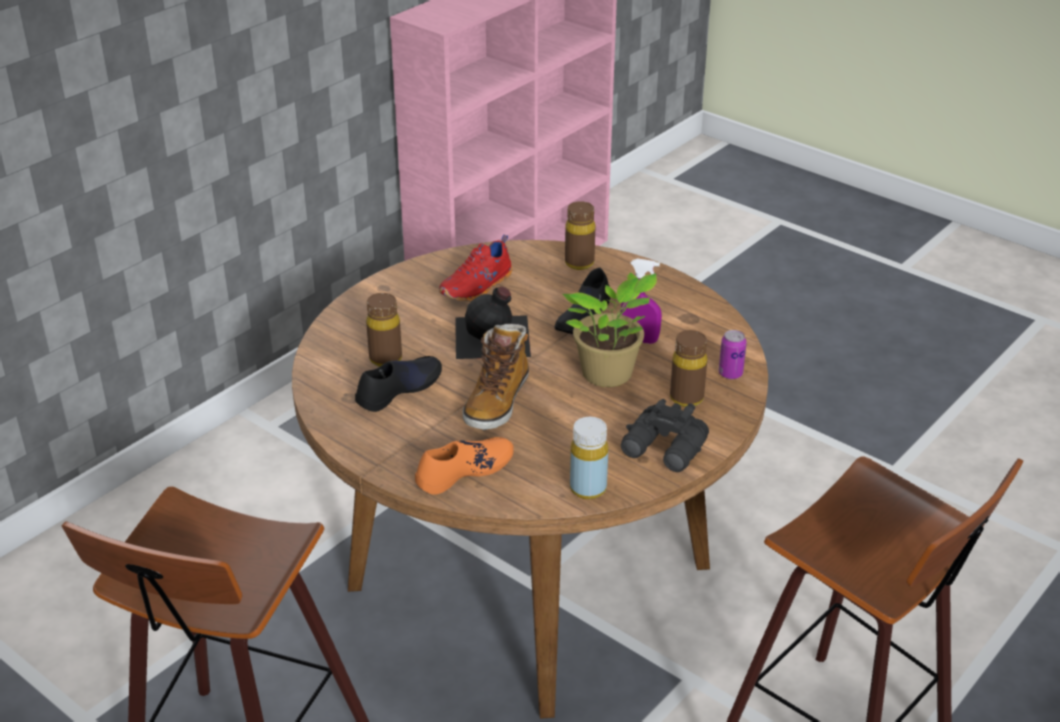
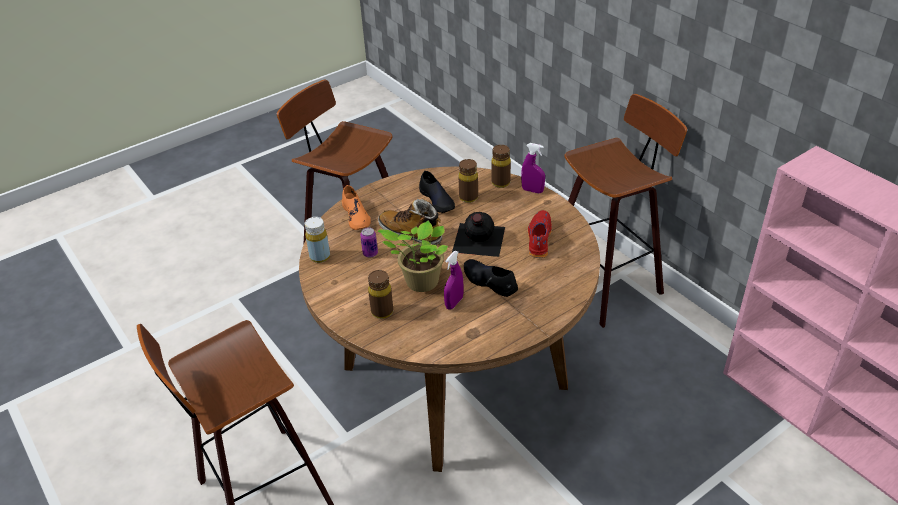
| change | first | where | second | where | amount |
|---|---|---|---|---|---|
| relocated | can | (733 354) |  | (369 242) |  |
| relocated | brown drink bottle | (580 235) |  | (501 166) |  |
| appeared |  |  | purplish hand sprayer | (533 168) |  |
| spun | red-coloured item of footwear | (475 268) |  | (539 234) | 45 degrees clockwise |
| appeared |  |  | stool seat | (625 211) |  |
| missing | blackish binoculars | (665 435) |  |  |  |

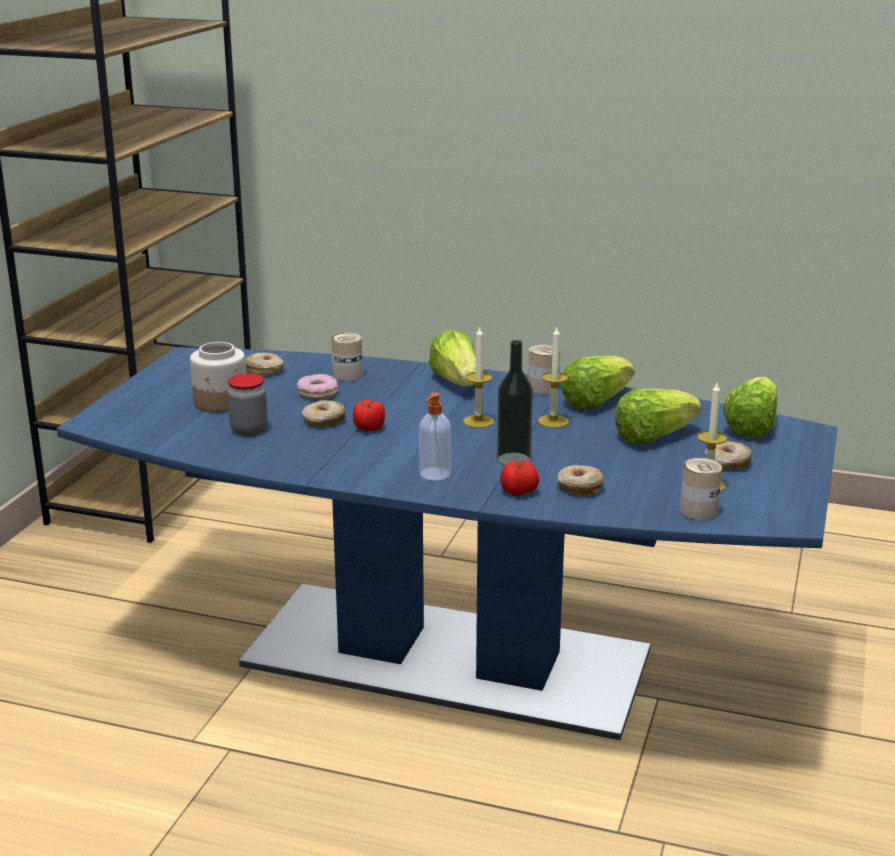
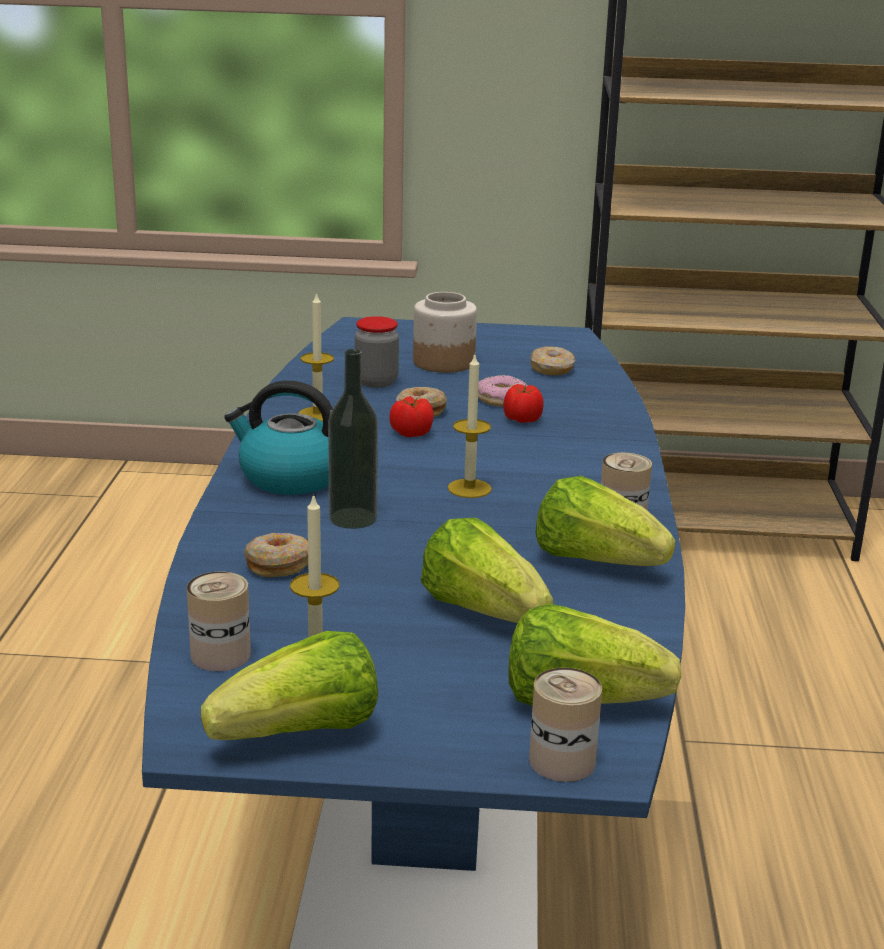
| change | first | where | second | where | amount |
|---|---|---|---|---|---|
| relocated | head of lettuce | (452 358) |  | (289 685) |  |
| exchanged | soap dispenser | (435 437) | kettle | (278 437) |  |
| relocated | candle | (553 377) |  | (316 357) |  |
| relocated | whole tomato | (519 478) |  | (523 403) |  |
| relocated | can | (347 357) |  | (565 725) |  |
| missing | donut | (728 455) |  |  |  |

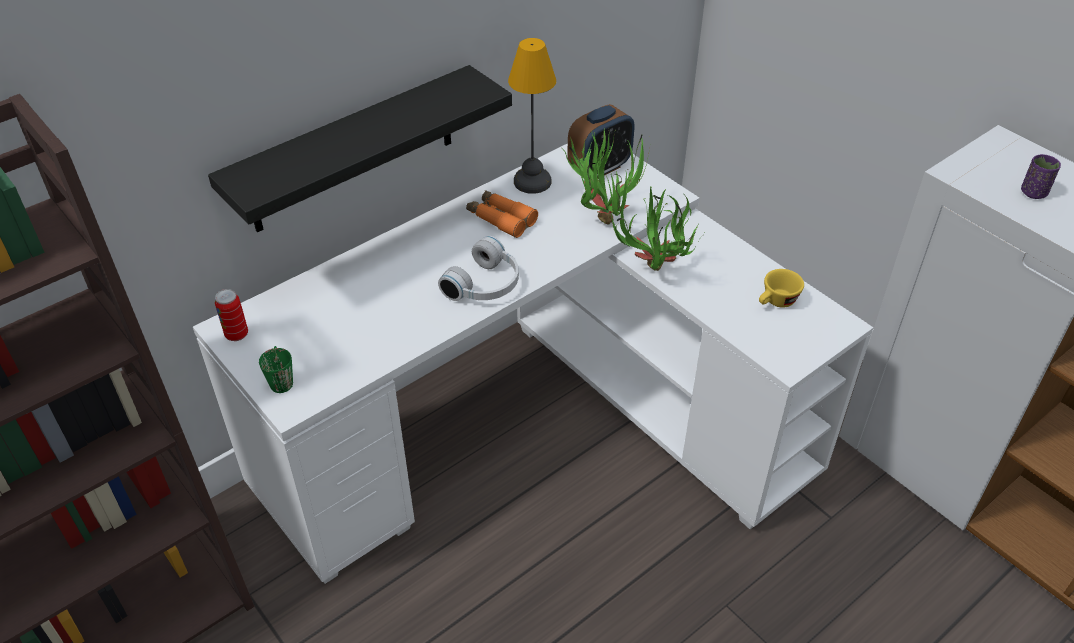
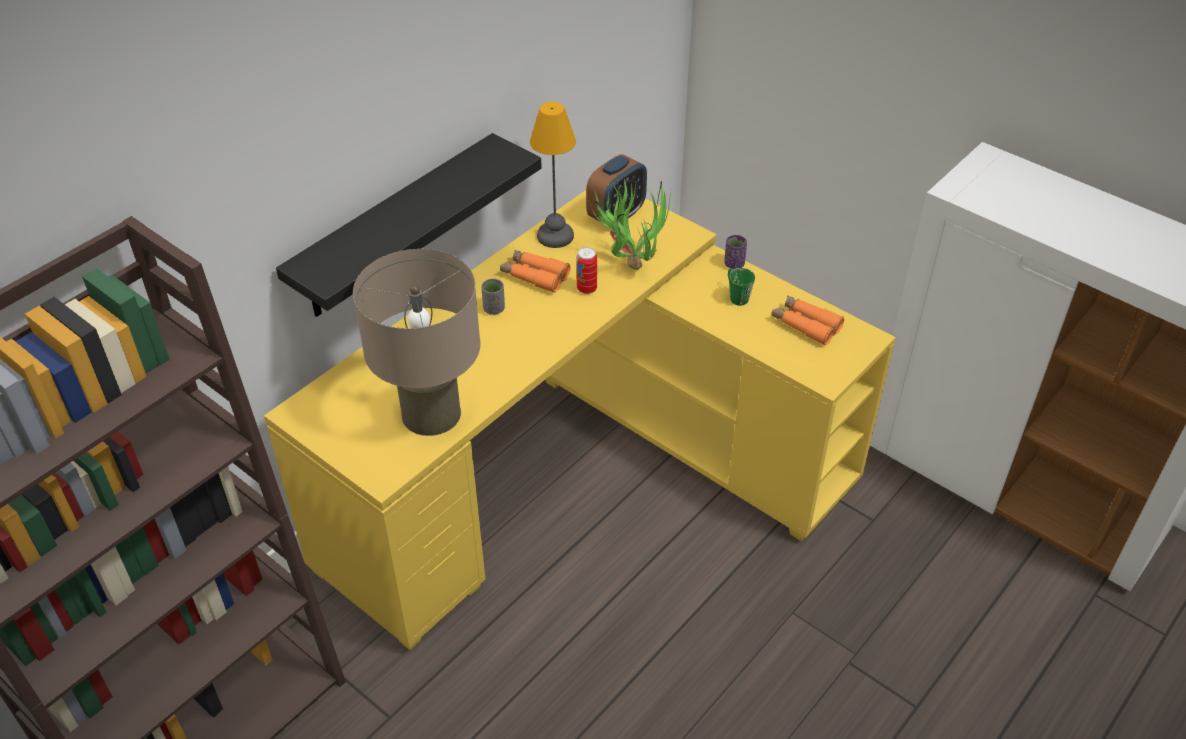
| change | first | where | second | where | amount |
|---|---|---|---|---|---|
| colour | white-coloured desk unit | (533 363) | yellow desk unit | (580 420) |  |
| appeared |  |  | sand-coloured table lamp | (416 342) |  |
| appeared |  |  | grey drinking cup | (493 296) |  |
| relocated | can | (231 315) |  | (586 270) |  |
| relocated | purplish drinking cup | (1041 176) |  | (735 252) |  |
| relocated | green-coloured mug | (276 369) |  | (741 287) |  |
| exchanged | yellow drinking cup | (781 288) | orange-coloured binoculars | (807 320) |  |
| missing | white-coloured headset | (478 268) |  |  |  |
| missing | plant in a pot | (658 228) |  |  |  |

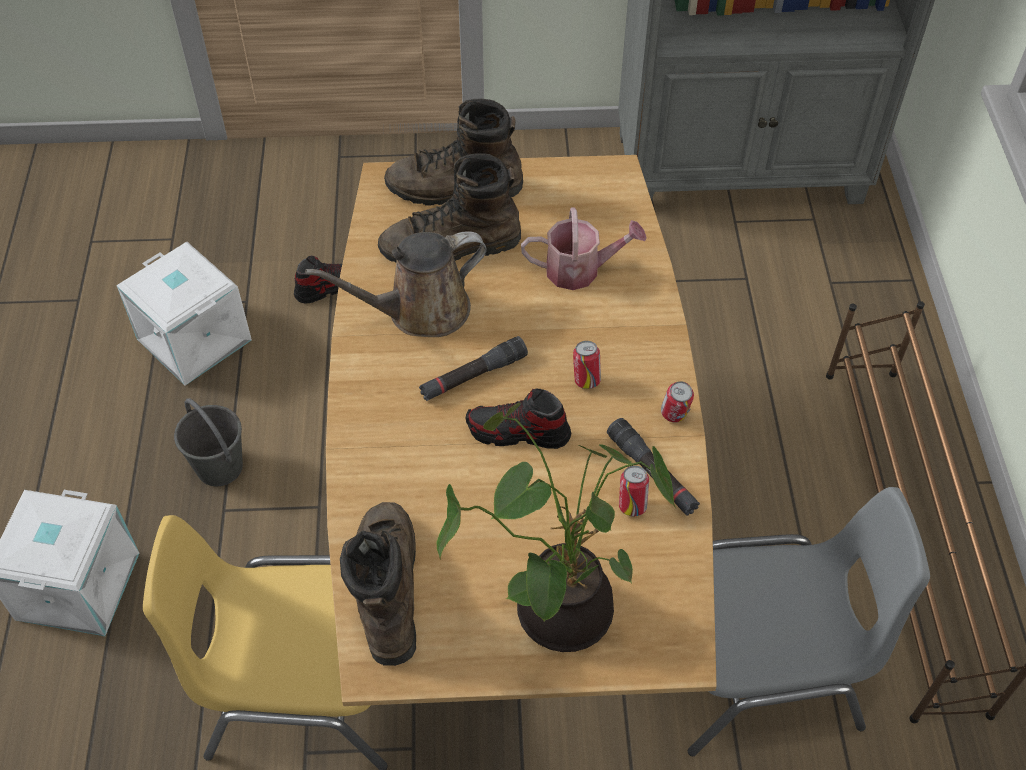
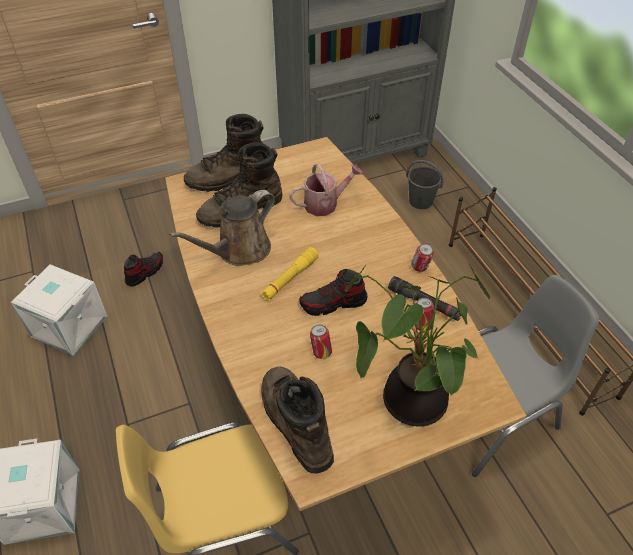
| change | first | where | second | where | amount |
|---|---|---|---|---|---|
| colour | blackish torch | (473 368) | yellow torch | (290 274) |  |
| relocated | can | (587 365) |  | (321 342) |  |
| relocated | grey bucket | (208 442) |  | (425 184) |  |

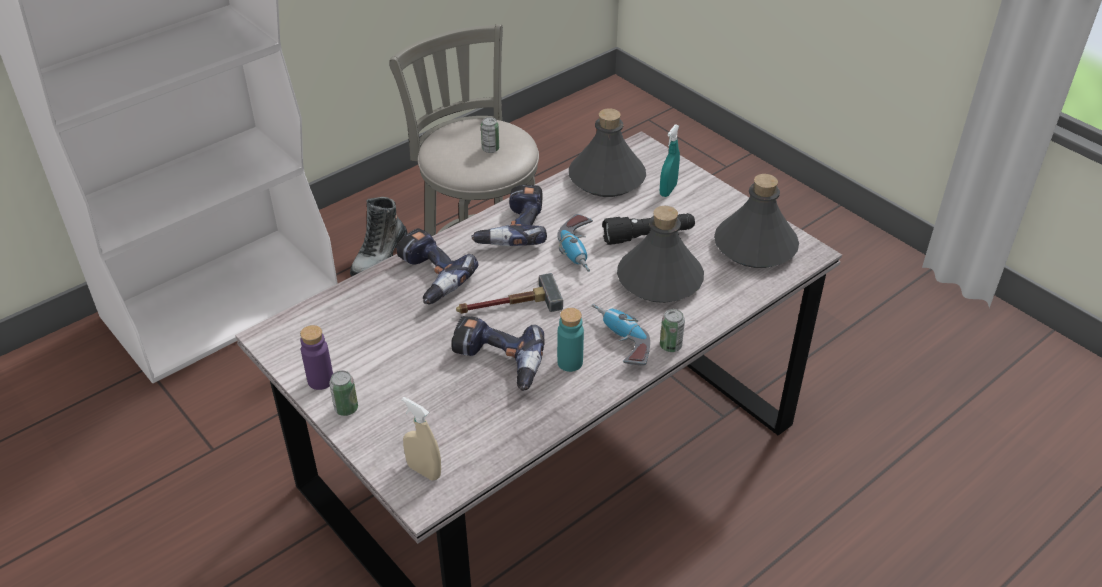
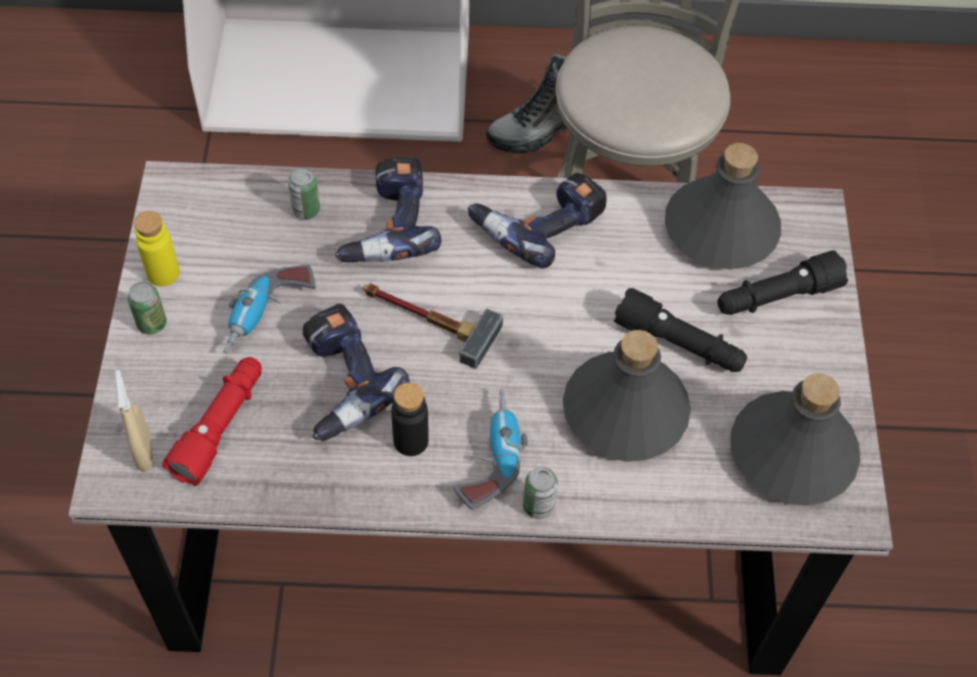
| change | first | where | second | where | amount |
|---|---|---|---|---|---|
| colour | purplish drink bottle | (316 357) | yellow drink bottle | (157 248) |  |
| appeared |  |  | red-coloured torch | (212 421) |  |
| relocated | drill | (575 243) |  | (269 309) |  |
| relocated | can | (490 135) |  | (304 193) |  |
| colour | turquoise-coloured drink bottle | (570 340) | blackish drink bottle | (410 419) |  |
| exchanged | turquoise-coloured hand sprayer | (670 160) | blackish torch | (782 282) |  |

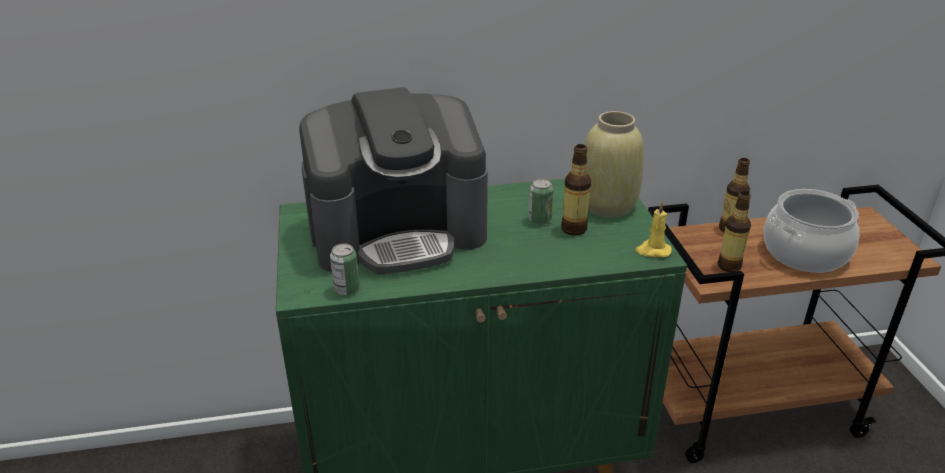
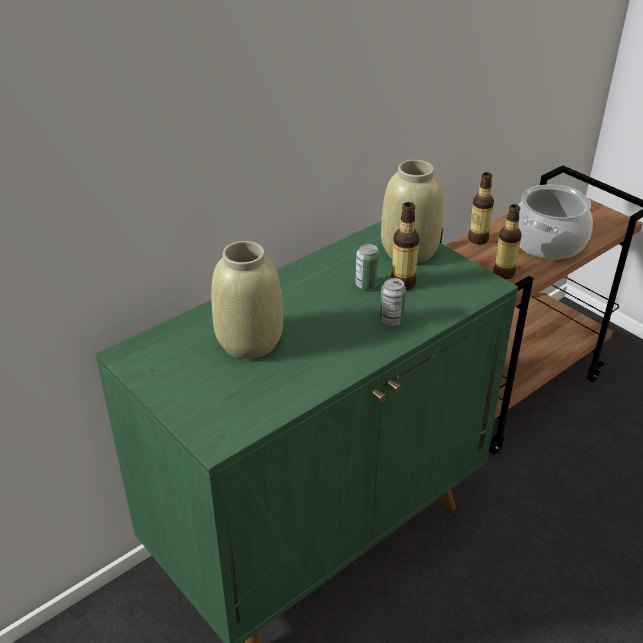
| change | first | where | second | where | amount |
|---|---|---|---|---|---|
| exchanged | coffee machine | (393 180) | sand-coloured decorative vase | (247 300) |  |
| relocated | can | (345 270) |  | (393 302) |  |
| missing | yellow candle | (653 229) |  |  |  |

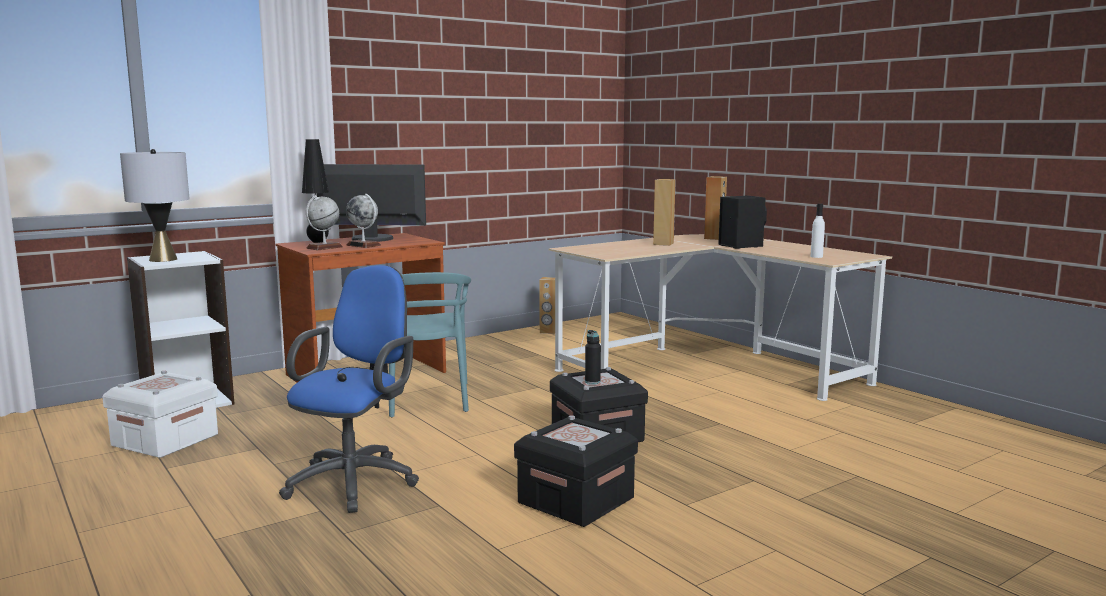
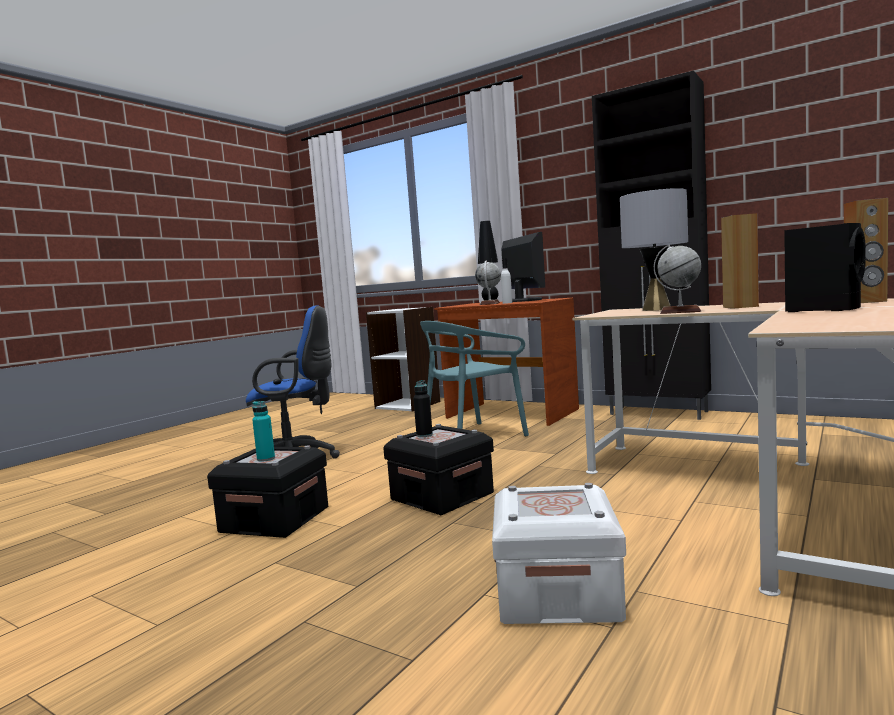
| change | first | where | second | where | amount |
|---|---|---|---|---|---|
| appeared |  |  | turquoise-coloured drink bottle | (263 431) |  |
| relocated | white-coloured storage box | (160 414) |  | (559 553) |  |
| relocated | white-coloured drink bottle | (818 230) |  | (506 281) |  |
| appeared |  |  | blackish storage cabinet | (651 245) |  |
| relocated | grey table lamp | (155 205) |  | (654 249) |  |
| relocated | world globe | (324 222) |  | (677 279) |  |
| missing | brown audio speaker | (547 305) |  |  |  |

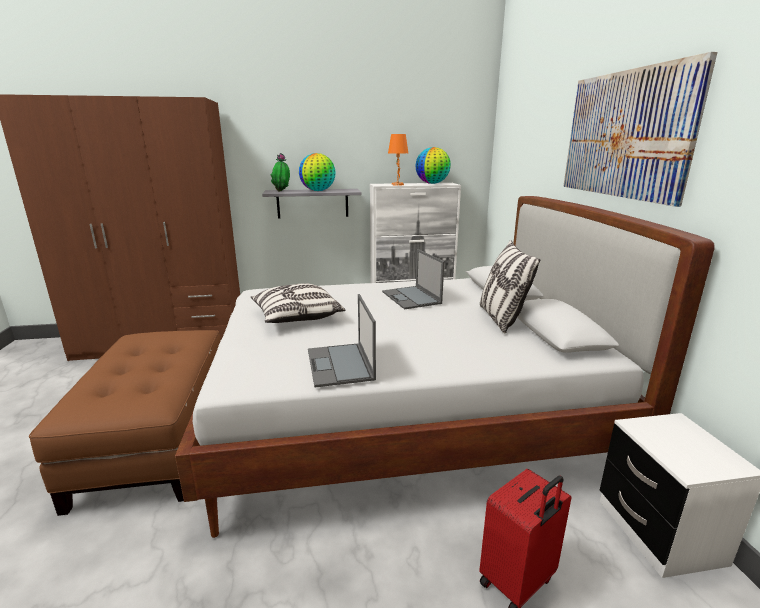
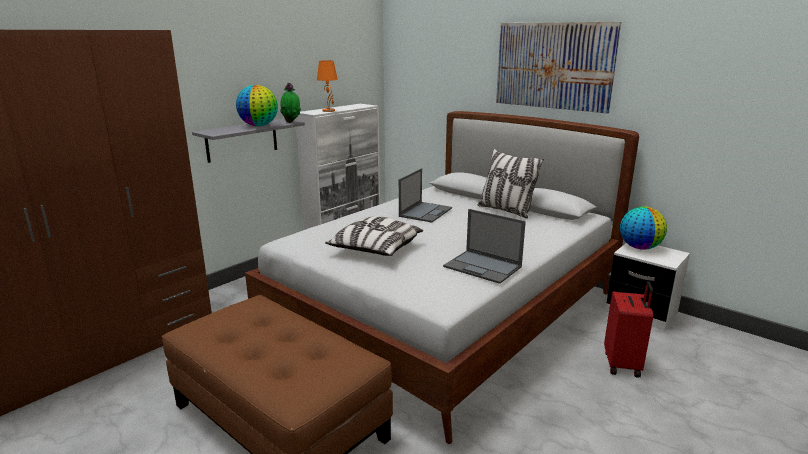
| change | first | where | second | where | amount |
|---|---|---|---|---|---|
| relocated | plant in a pot | (280 172) |  | (290 103) |  |
| spun | notebook computer | (413 279) |  | (425 195) | 90 degrees counterclockwise |
| relocated | world globe | (433 165) |  | (643 228) |  |

